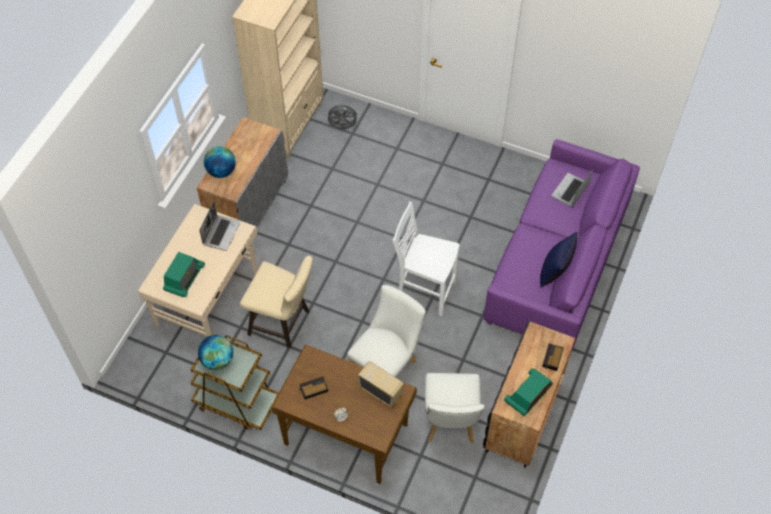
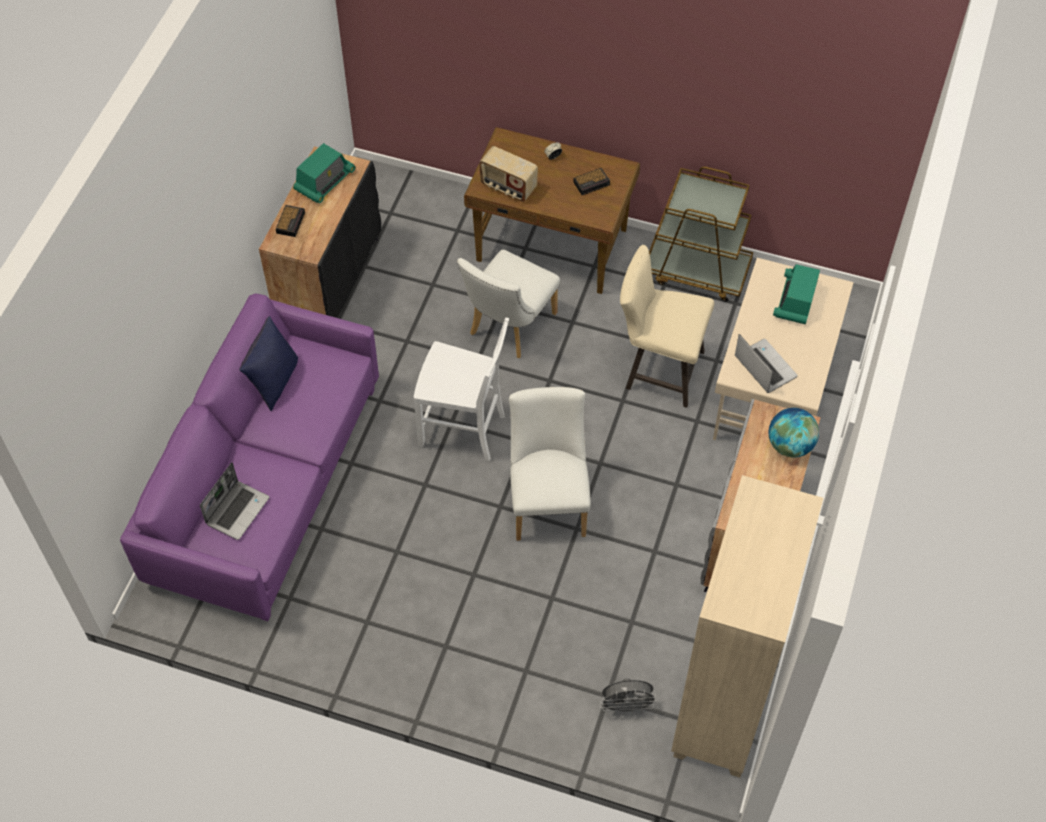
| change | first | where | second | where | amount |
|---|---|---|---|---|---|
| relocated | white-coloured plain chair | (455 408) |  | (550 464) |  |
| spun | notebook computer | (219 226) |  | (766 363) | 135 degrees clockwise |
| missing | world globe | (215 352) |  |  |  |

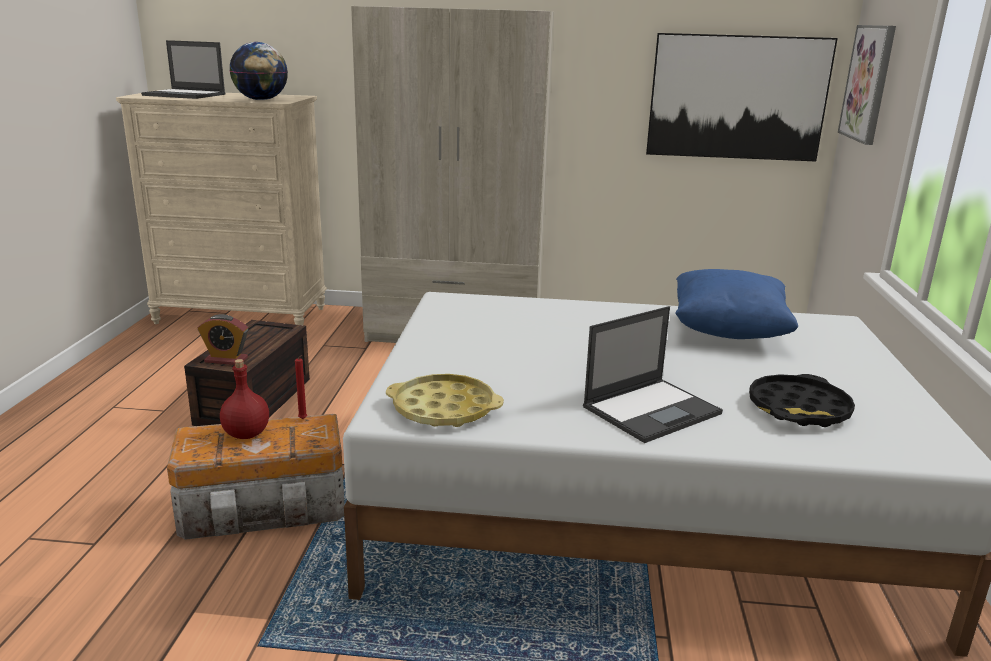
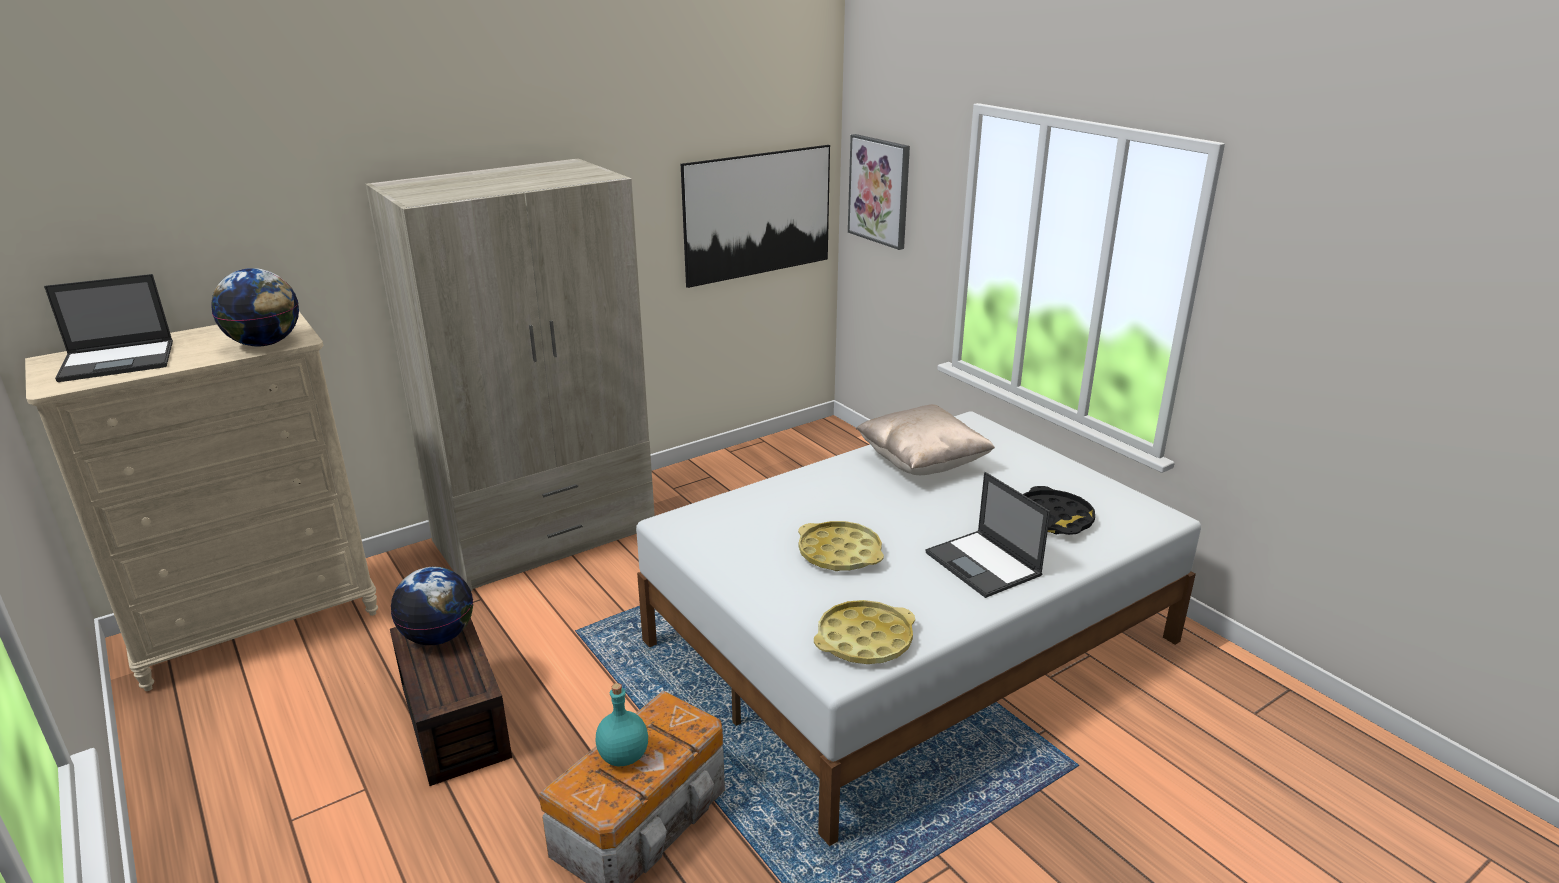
| change | first | where | second | where | amount |
|---|---|---|---|---|---|
| appeared |  |  | world globe | (432 606) |  |
| colour | red-coloured drink bottle | (244 399) | turquoise-coloured drink bottle | (622 724) |  |
| appeared |  |  | yellow carrying tray | (841 546) |  |
| colour | blue-coloured pillow | (736 304) | sand-coloured pillow | (925 439) |  |
| spun | notebook computer | (653 374) |  | (988 535) | 135 degrees clockwise |
| missing | bedside clock | (223 339) |  |  |  |
| missing | red-coloured candle | (301 387) |  |  |  |

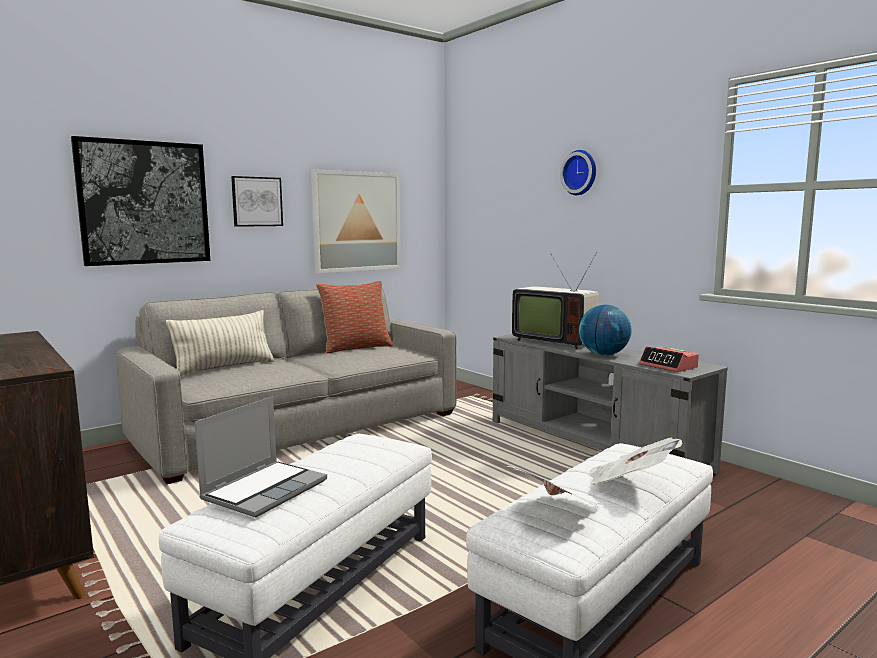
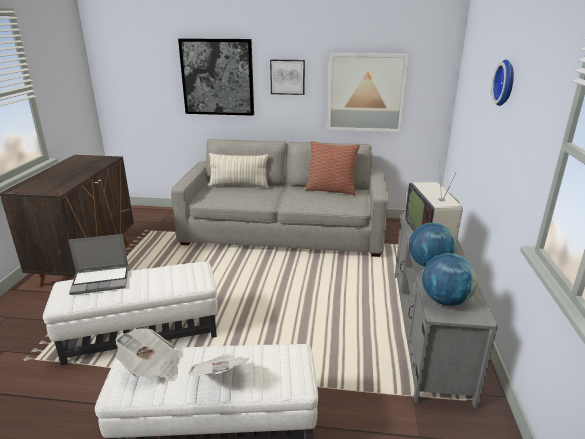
| change | first | where | second | where | amount |
|---|---|---|---|---|---|
| exchanged | bedside clock | (669 359) | world globe | (449 279) |  |

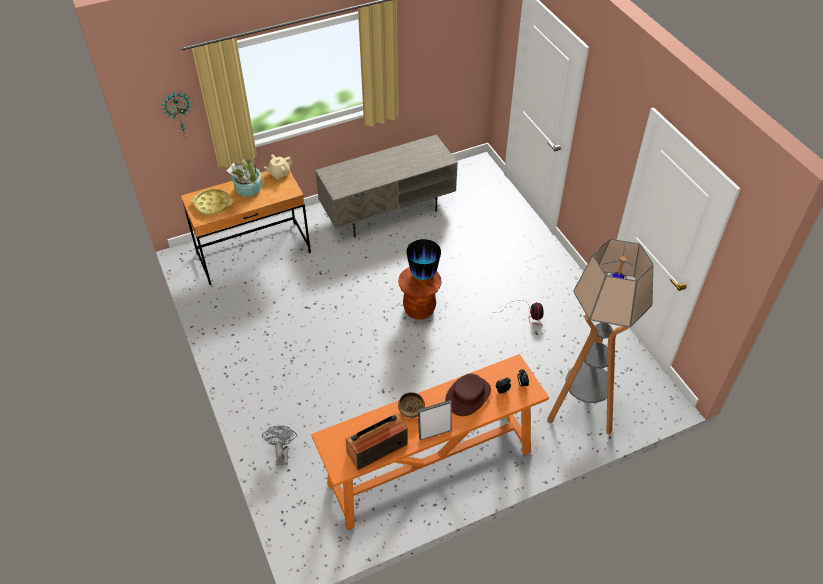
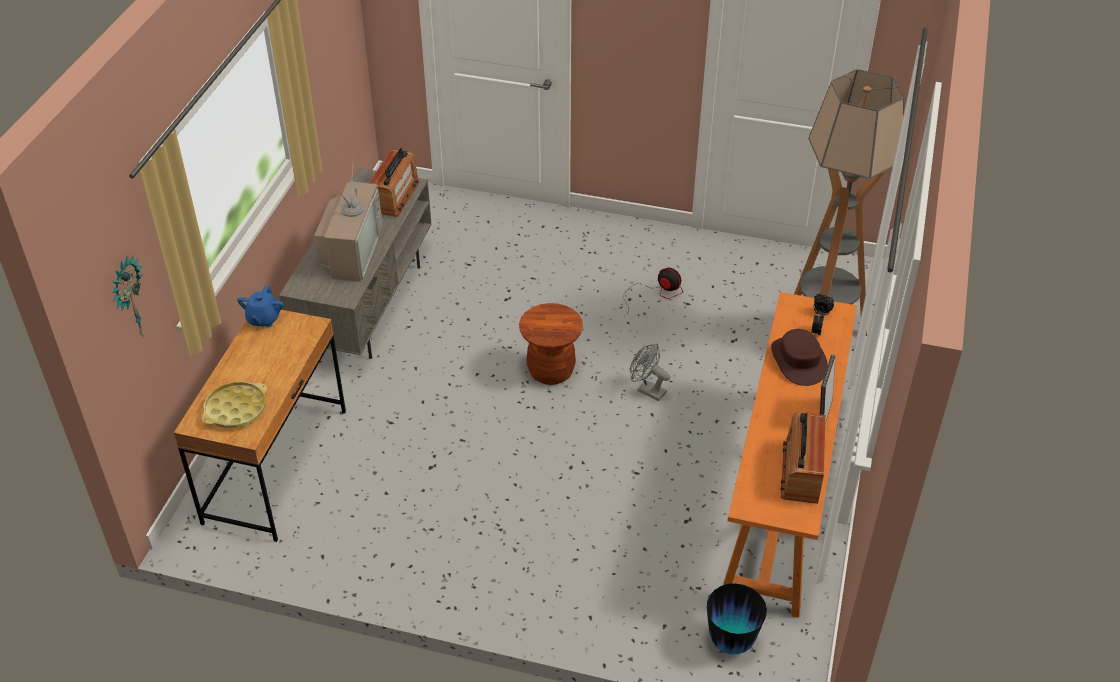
| change | first | where | second | where | amount |
|---|---|---|---|---|---|
| colour | sand-coloured pot for tea | (278 166) | blue-coloured pot for tea | (260 306) |  |
| appeared |  |  | television | (348 218) |  |
| appeared |  |  | radio receiver | (394 182) |  |
| relocated | grey electric fan | (279 445) |  | (650 372) |  |
| relocated | decorative vase | (424 259) |  | (737 619) |  |
| missing | plant in a pot | (244 178) |  |  |  |
| missing | serving bowl | (411 405) |  |  |  |

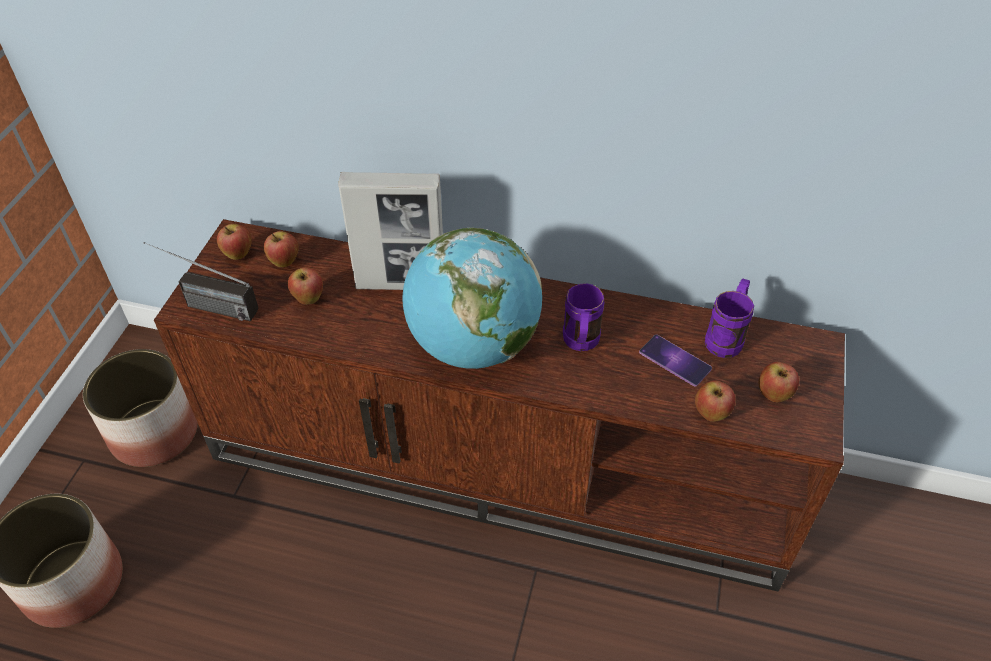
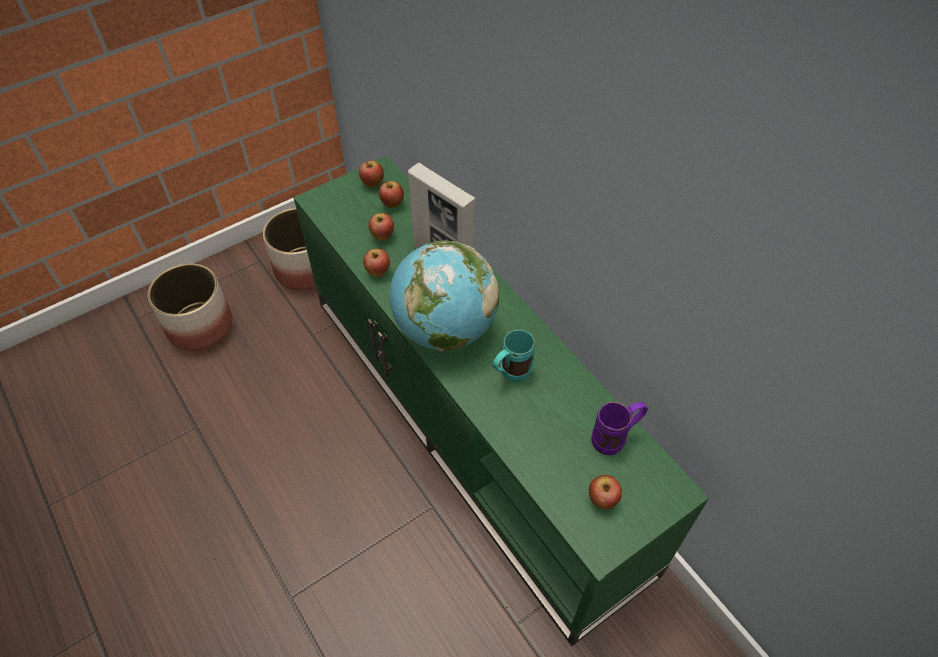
| change | first | where | second | where | amount |
|---|---|---|---|---|---|
| colour | brown tv unit | (499 405) | green-coloured tv unit | (501 401) |  |
| relocated | whole apple | (715 401) |  | (376 263) |  |
| colour | purplish mug | (583 317) | turquoise-coloured mug | (513 356) |  |
| missing | radio receiver | (201 281) |  |  |  |
| missing | phone | (675 361) |  |  |  |

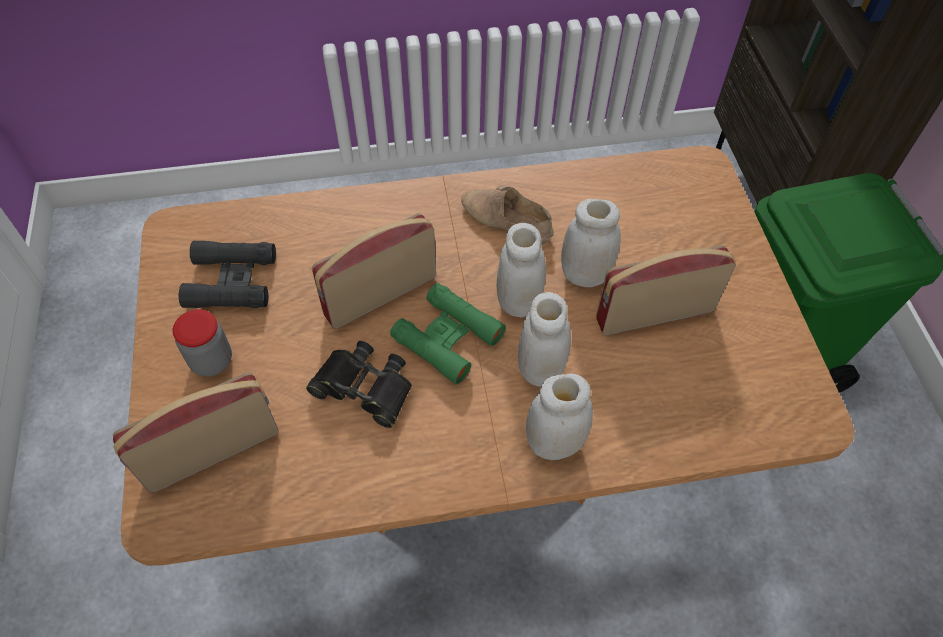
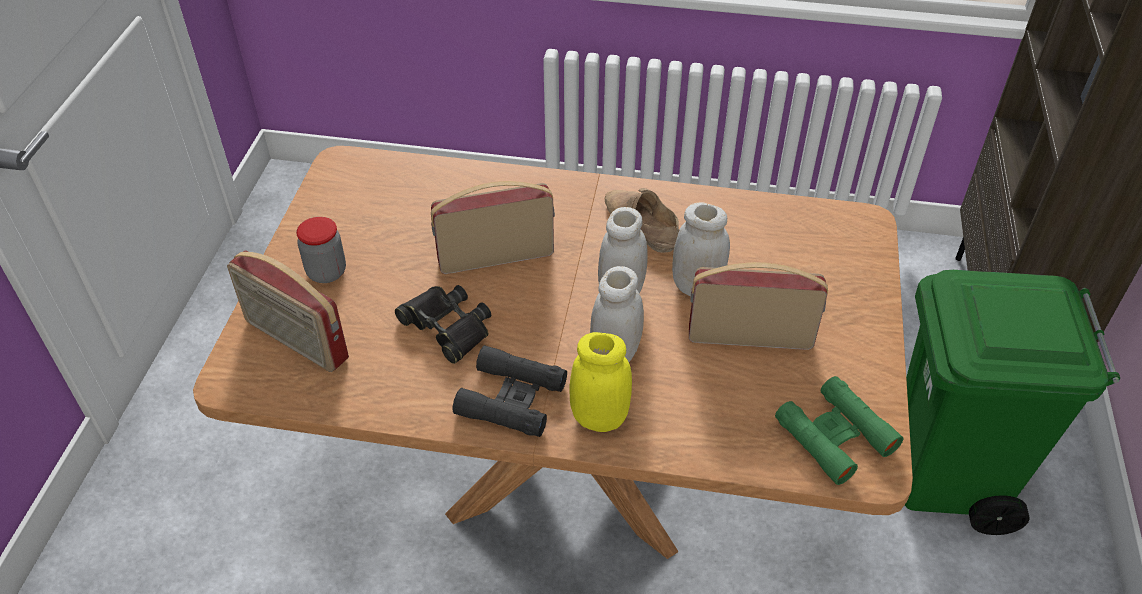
| change | first | where | second | where | amount |
|---|---|---|---|---|---|
| spun | radio receiver | (196 432) |  | (288 311) | 135 degrees counterclockwise |
| relocated | blackish binoculars | (227 274) |  | (510 391) |  |
| colour | white-coloured jar | (559 416) | yellow jar | (600 382) |  |
| relocated | green-coloured binoculars | (448 333) |  | (839 430) |  |

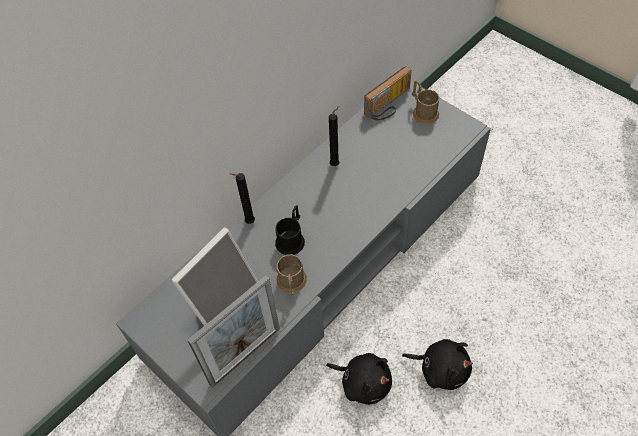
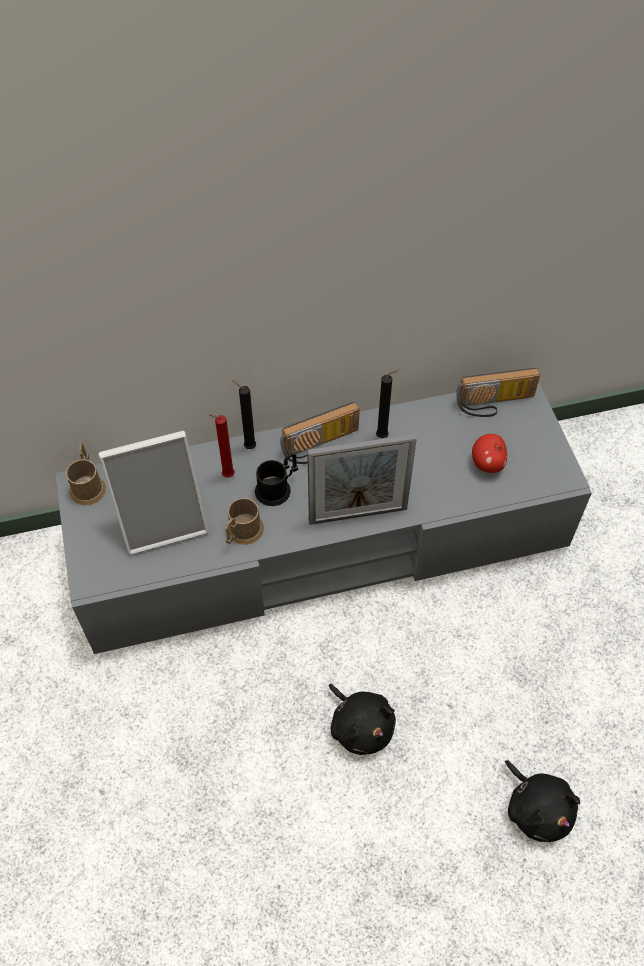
| change | first | where | second | where | amount |
|---|---|---|---|---|---|
| relocated | brown mug | (425 102) |  | (86 474) |  |
| appeared |  |  | red-coloured candle | (221 446) |  |
| appeared |  |  | radio receiver | (320 433) |  |
| relocated | standing frame | (233 331) |  | (362 479) |  |
| appeared |  |  | whole apple | (489 453) |  |
| relocated | blackish plush toy | (359 379) |  | (542 801) |  |

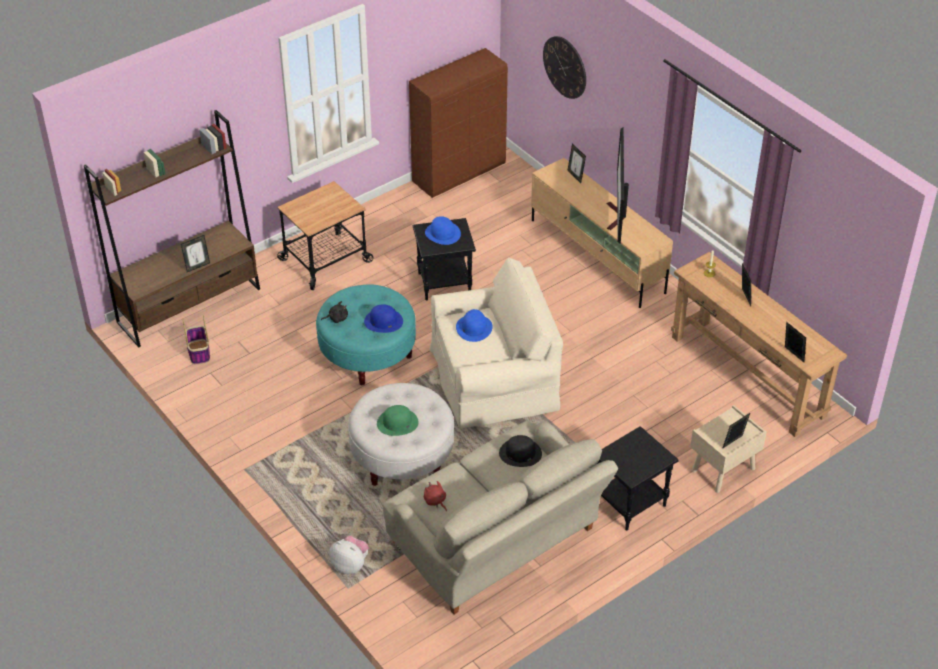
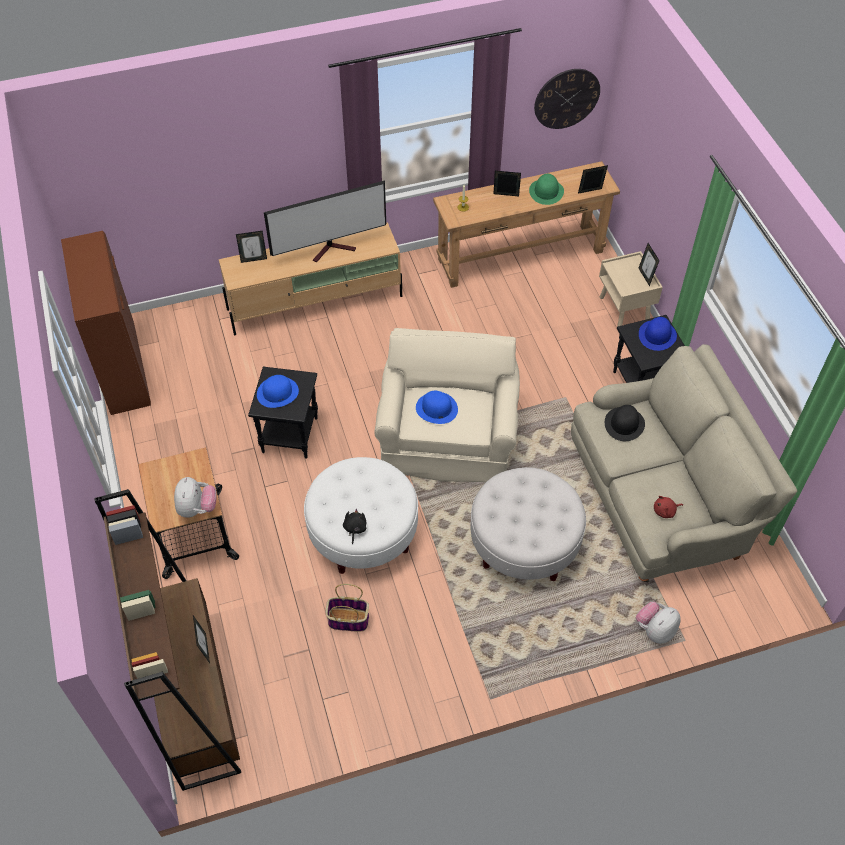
| change | first | where | second | where | amount |
|---|---|---|---|---|---|
| appeared |  |  | plush toy | (195 497) |  |
| spun | television | (618 185) |  | (325 221) | 45 degrees counterclockwise |
| colour | turquoise-coloured pouffe | (366 334) | white-coloured pouffe | (361 515) |  |
| relocated | household basket | (196 339) |  | (347 608) |  |
| relocated | green-coloured clothing hat | (398 420) |  | (546 189) |  |
| relocated | hanging clock | (564 67) |  | (567 99) |  |
| relocated | blue-coloured clothing hat | (383 318) |  | (658 334) |  |

